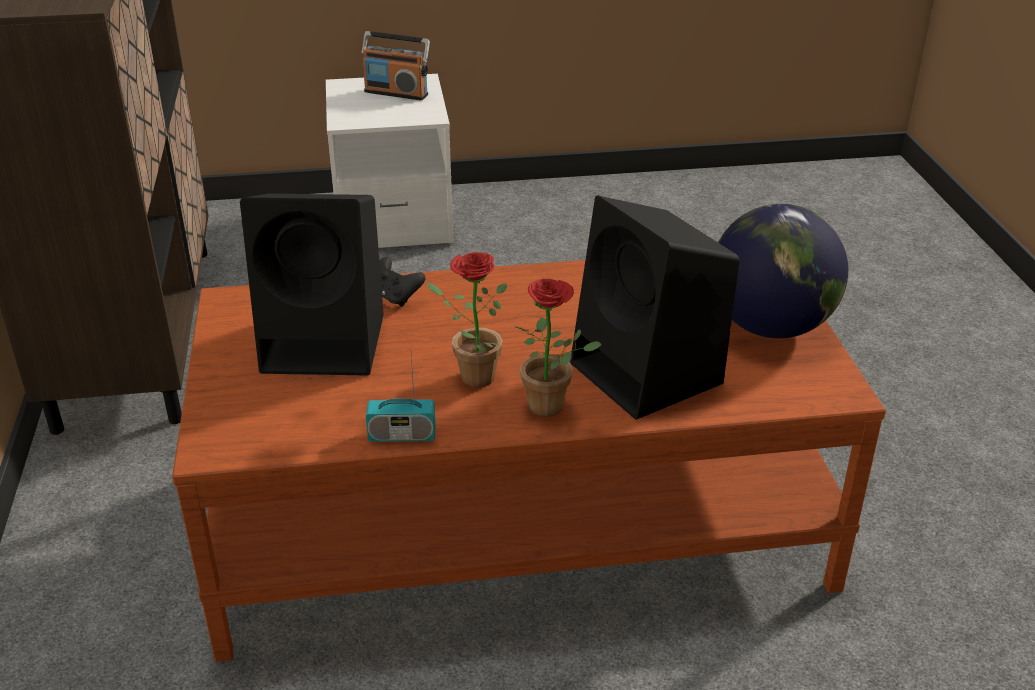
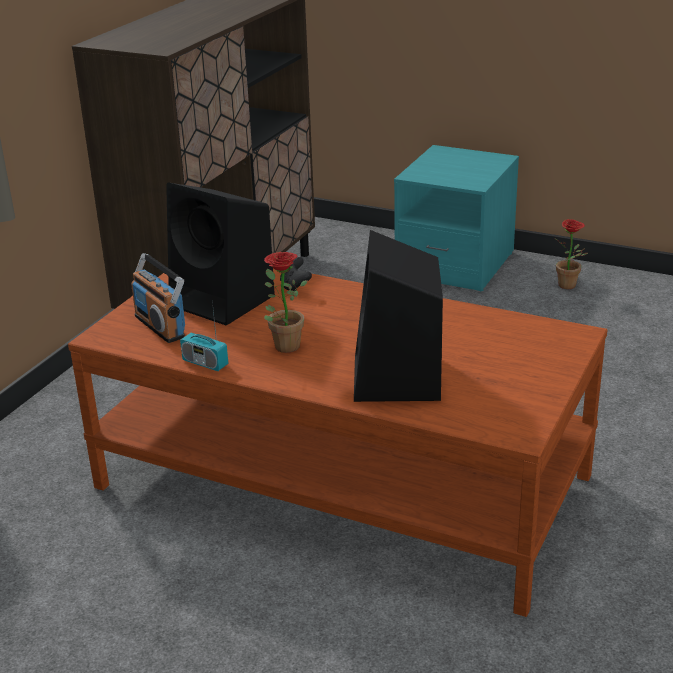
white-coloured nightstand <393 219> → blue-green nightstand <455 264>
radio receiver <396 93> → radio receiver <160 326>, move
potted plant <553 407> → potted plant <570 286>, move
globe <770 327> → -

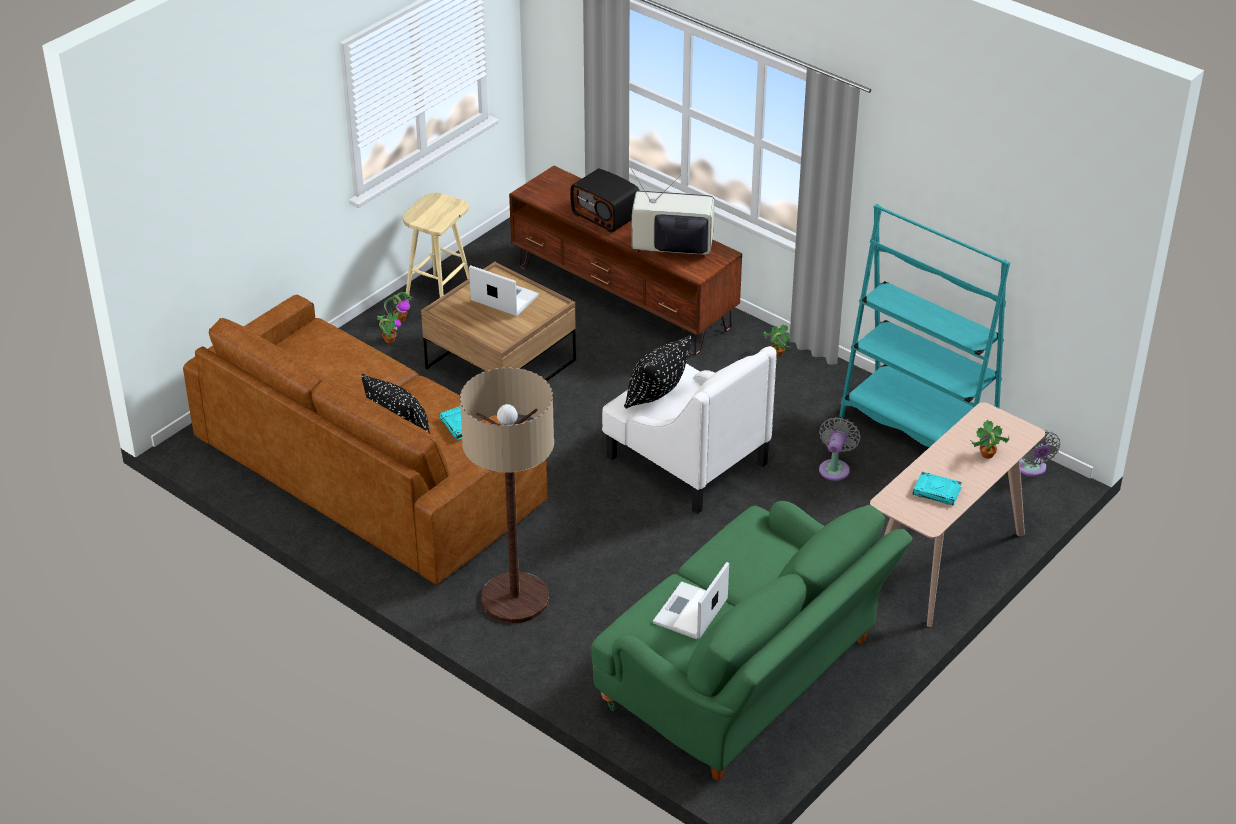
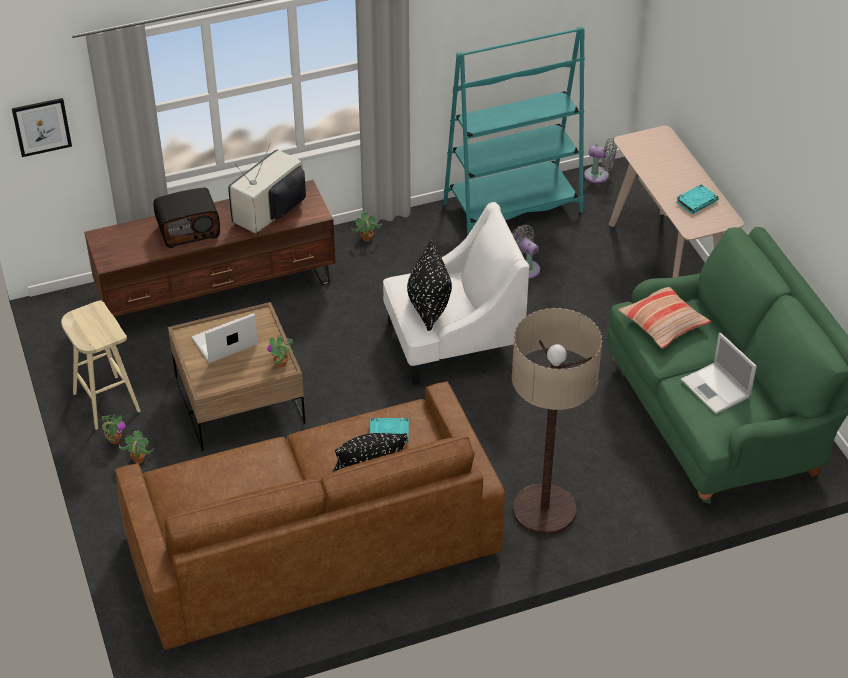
potted plant <987 455> → potted plant <281 363>, move
- → picture <42 126>
- → cushion <663 323>

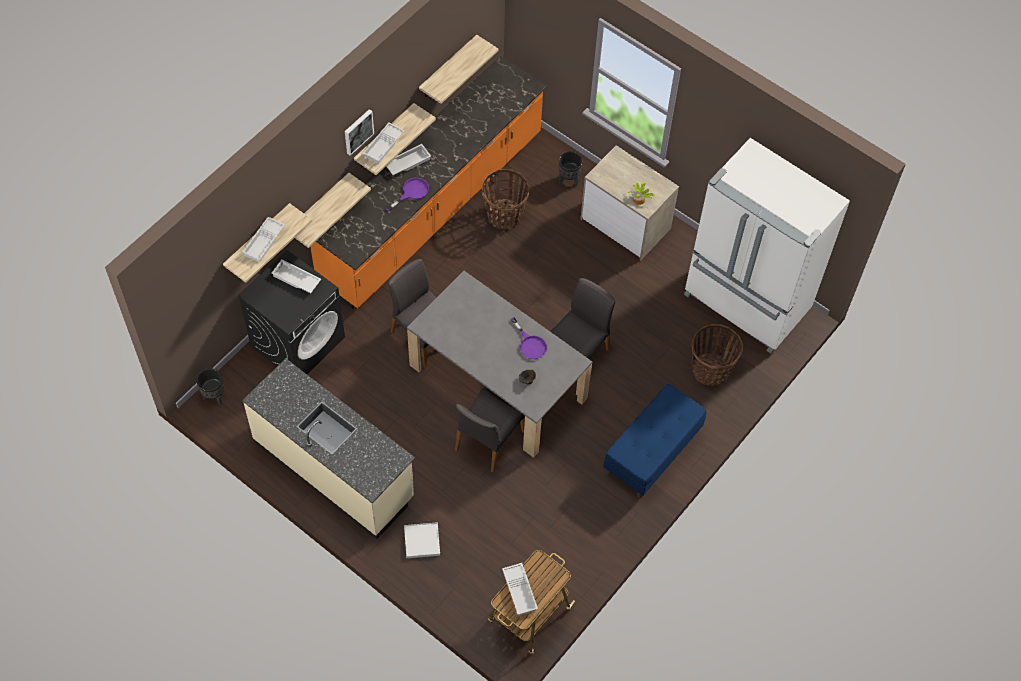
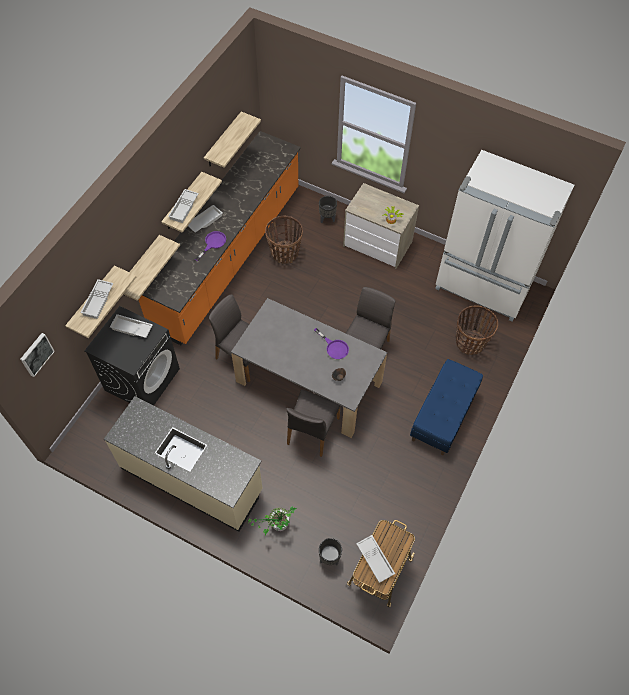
black-coloured plant pot <214 396> → black-coloured plant pot <329 558>, move
picture <358 131> → picture <36 354>, move
white-coloured carrying tray <422 541> → potted plant <276 526>

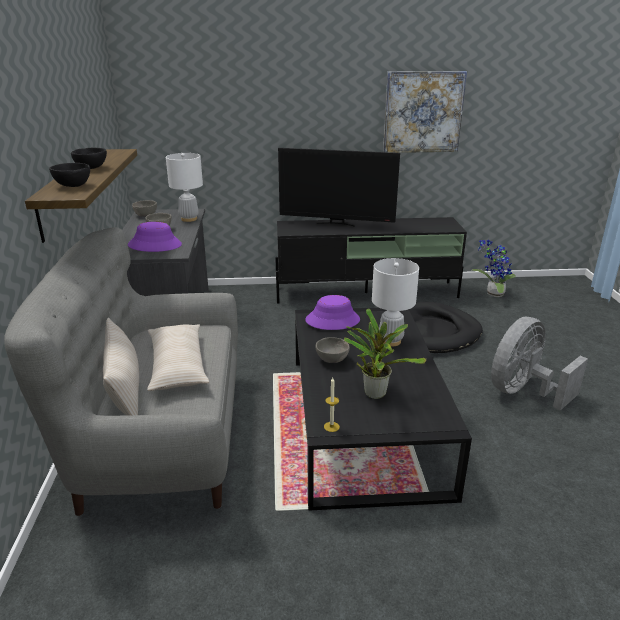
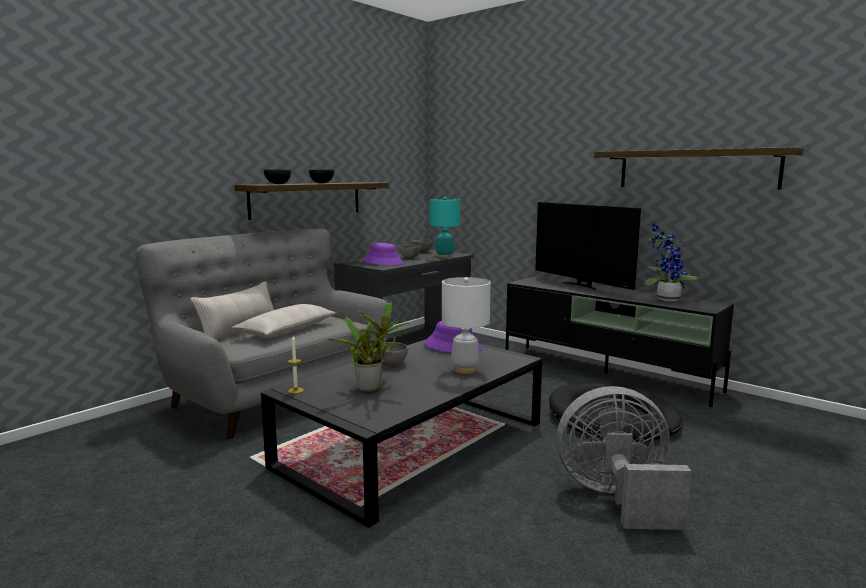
white-coloured tabletop lamp <189 219> → blue-green tabletop lamp <444 256>
picture <423 112> → bracket shelf <696 169>
potted plant <492 294> → potted plant <665 299>, move

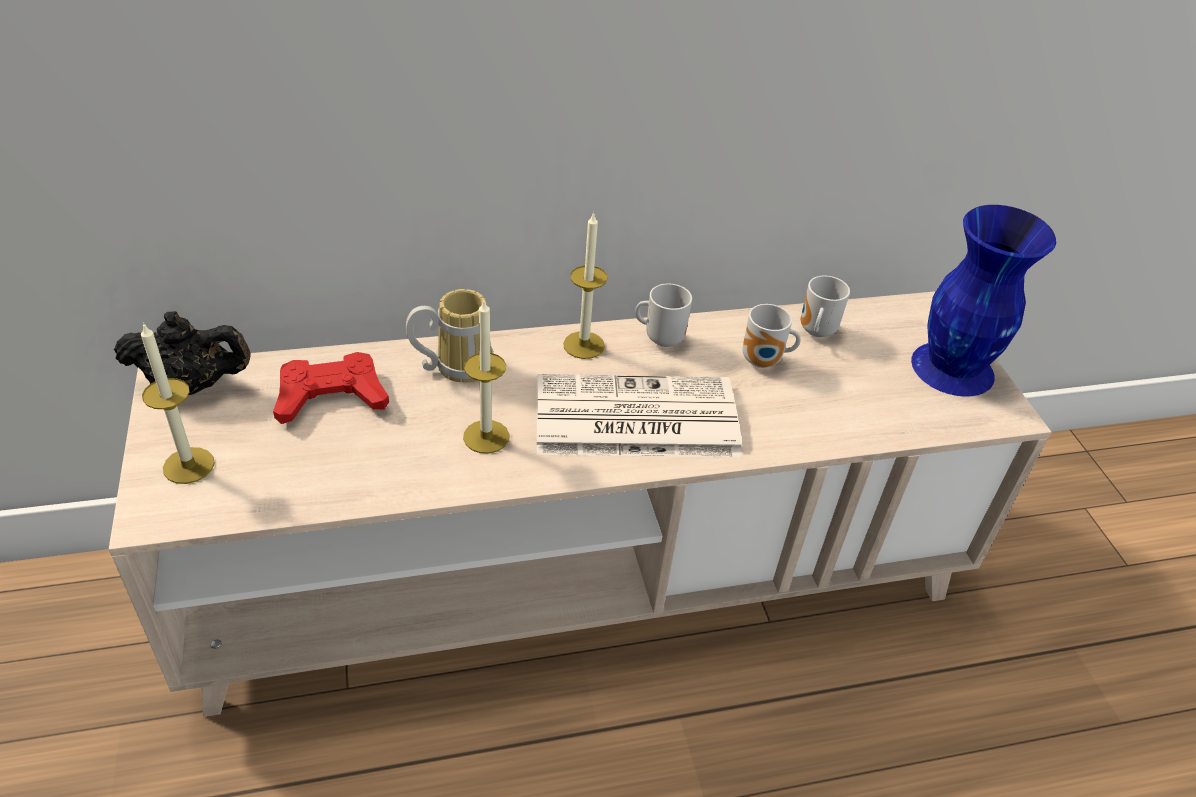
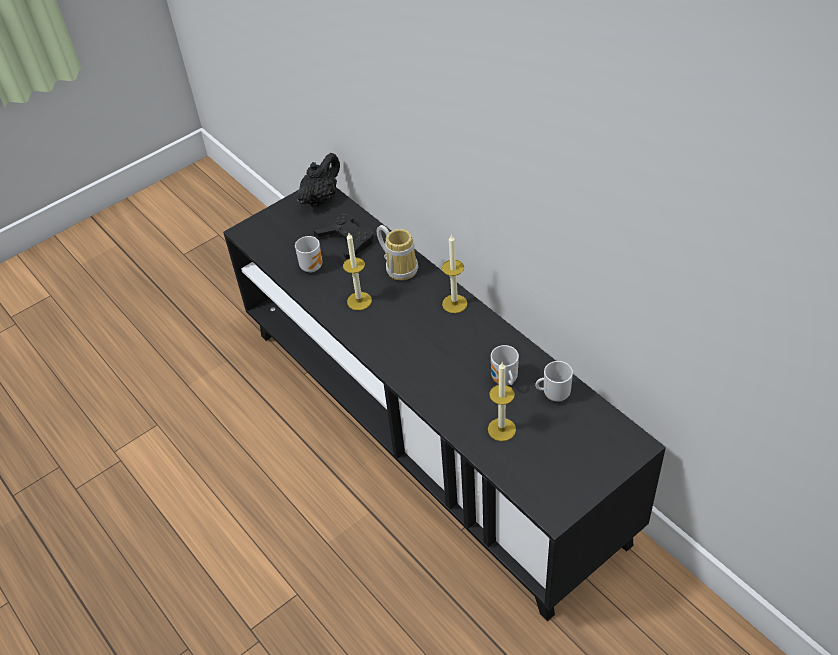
sand-coloured tv stand <582 578> → black-coloured tv stand <428 430>
black-coloured teapot <193 385> → black-coloured teapot <321 198>, 120 degrees counterclockwise
wax light <188 465> → wax light <501 429>, move
red joypad <331 396> → black-coloured joypad <346 240>
printed paper <633 419> → -
mug <661 338> → mug <312 266>, move
bluish vase <954 369> → -

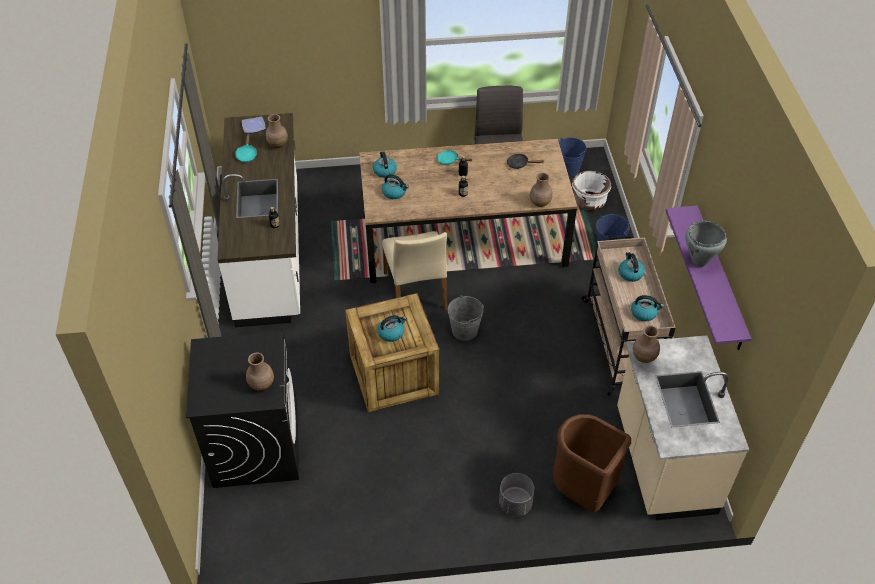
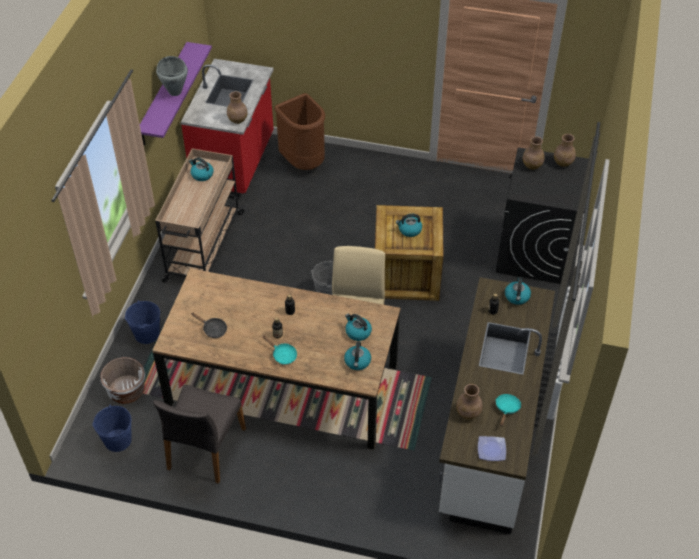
greyish plant pot <515 504> → -
brownish vase <539 203> → brownish vase <563 163>, move
sand-coloured kitchen counter <663 461> → red kitchen counter <235 164>
kettle <630 273> → kettle <517 297>, move

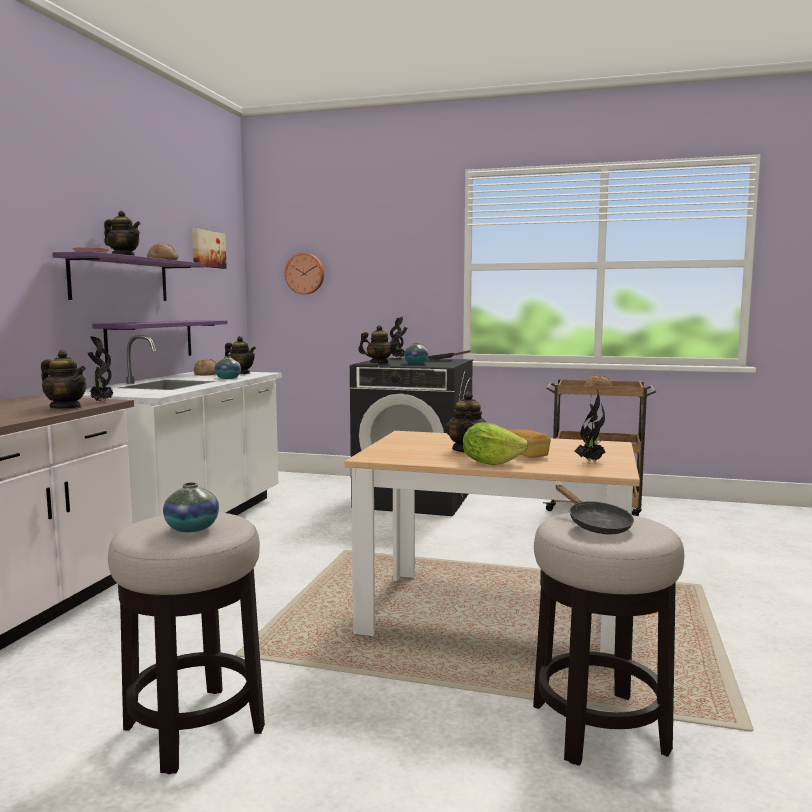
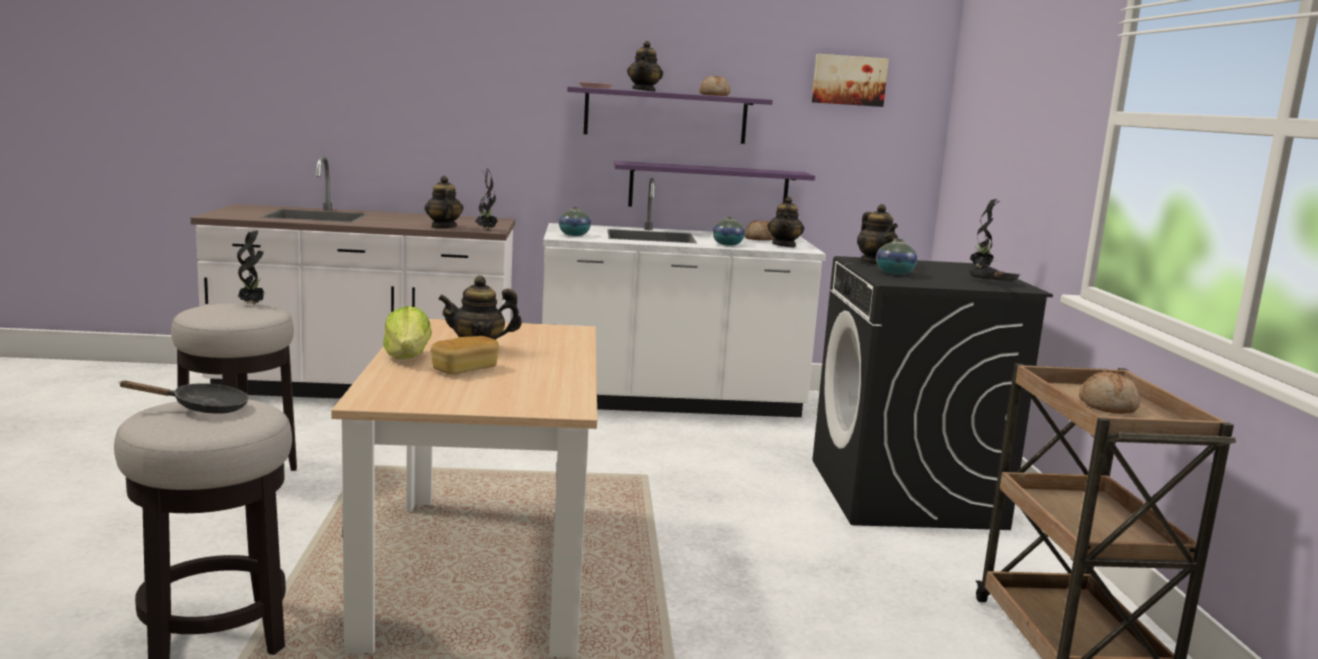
teapot <66 408> → teapot <443 227>, 150 degrees clockwise
vase <192 529> → vase <574 235>, move
hanging clock <305 273> → -
black-coloured skillet <595 524> → black-coloured skillet <202 408>, 150 degrees counterclockwise
potted plant <591 461> → potted plant <252 304>, move

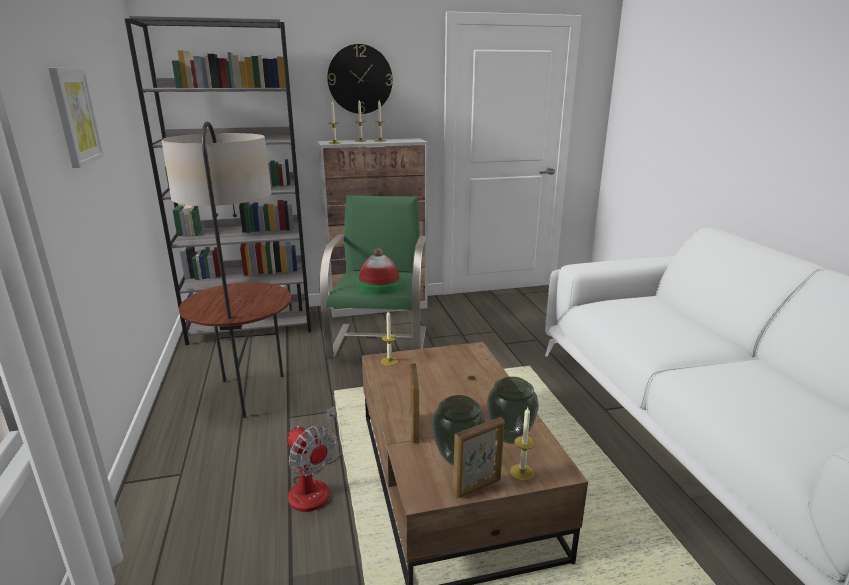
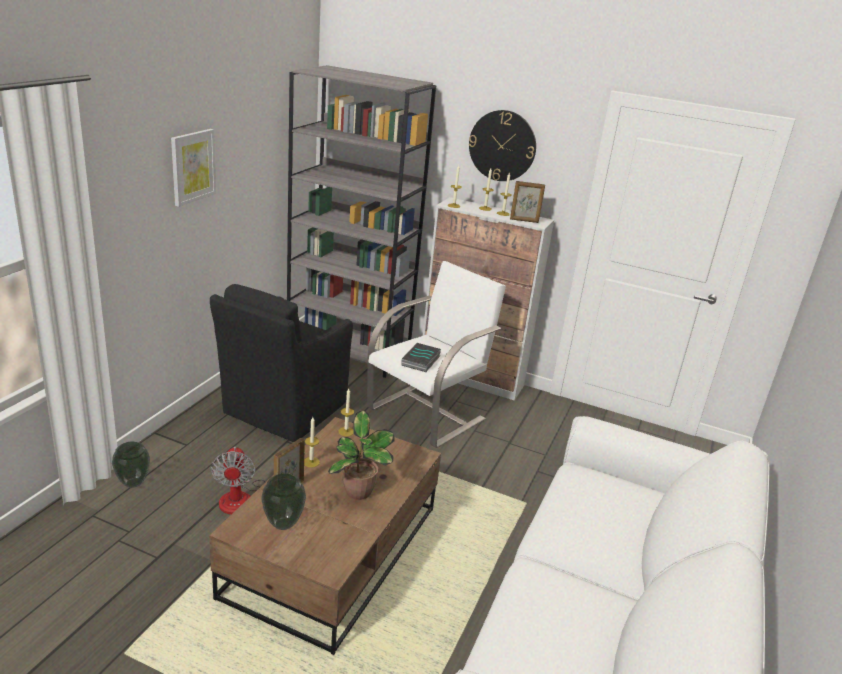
floor lamp <249 394> → black-coloured easy chair <283 410>
greenish easy chair <379 342> → white-coloured easy chair <427 413>
wearable hat <379 285> → book <421 361>
photo frame <477 487> → photo frame <524 220>, move
vase <510 437> → vase <134 483>, move
wax light <522 472> → wax light <311 462>, move
- → potted plant <359 493>

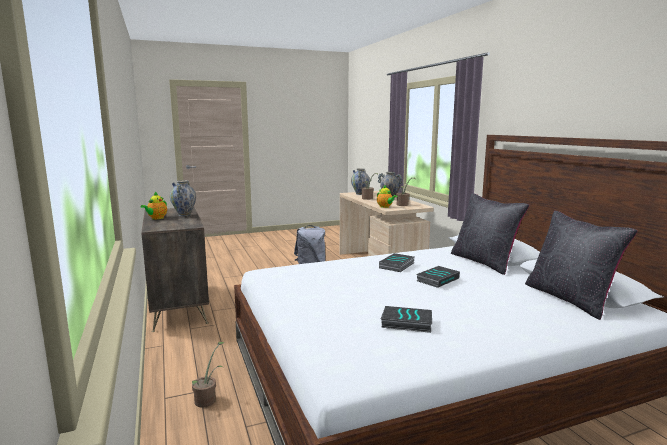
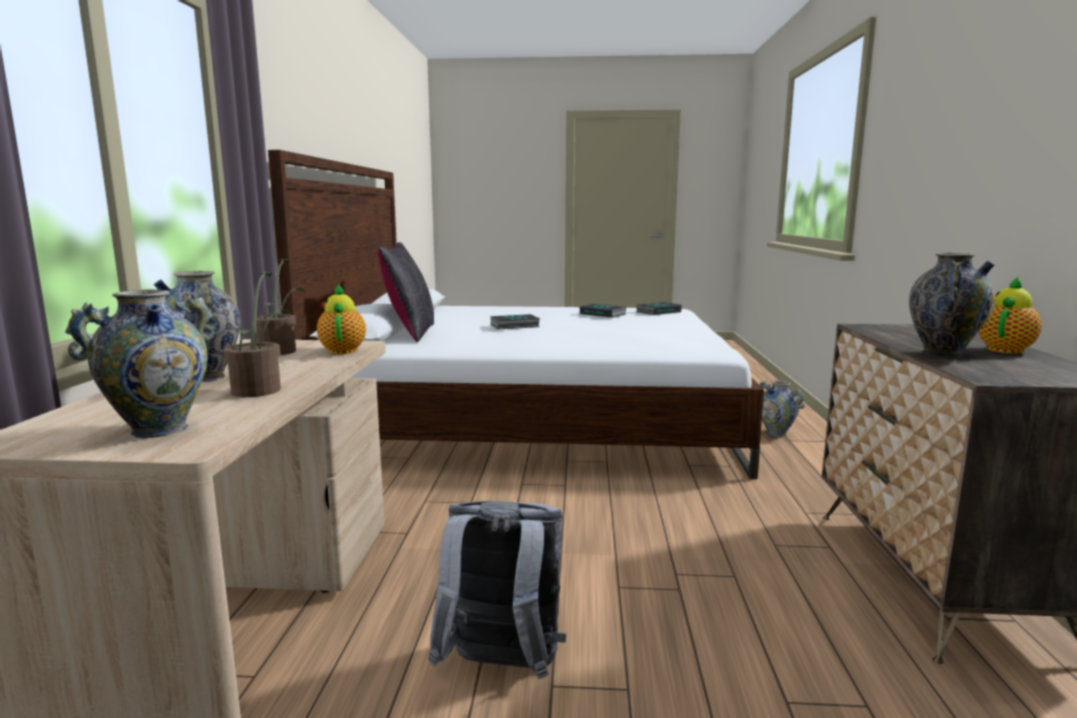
potted plant <208 399> → vase <776 433>
book <397 265> → book <658 312>, move
black-coloured cushion <570 299> → -

